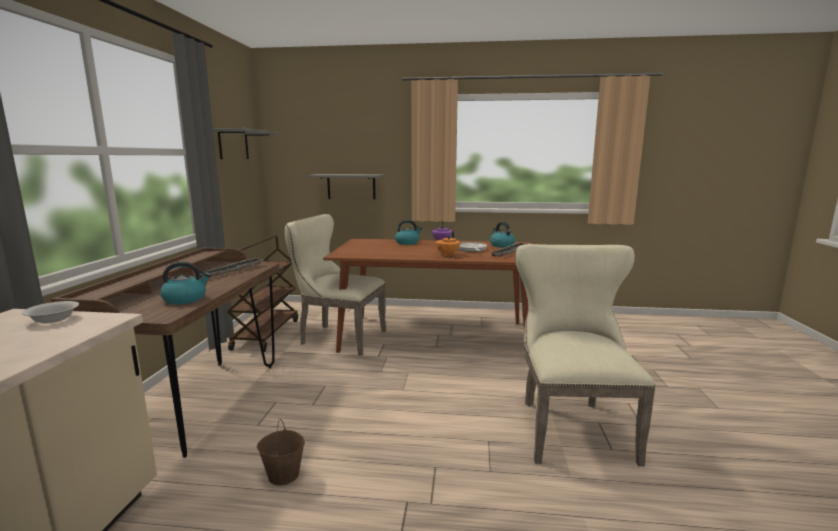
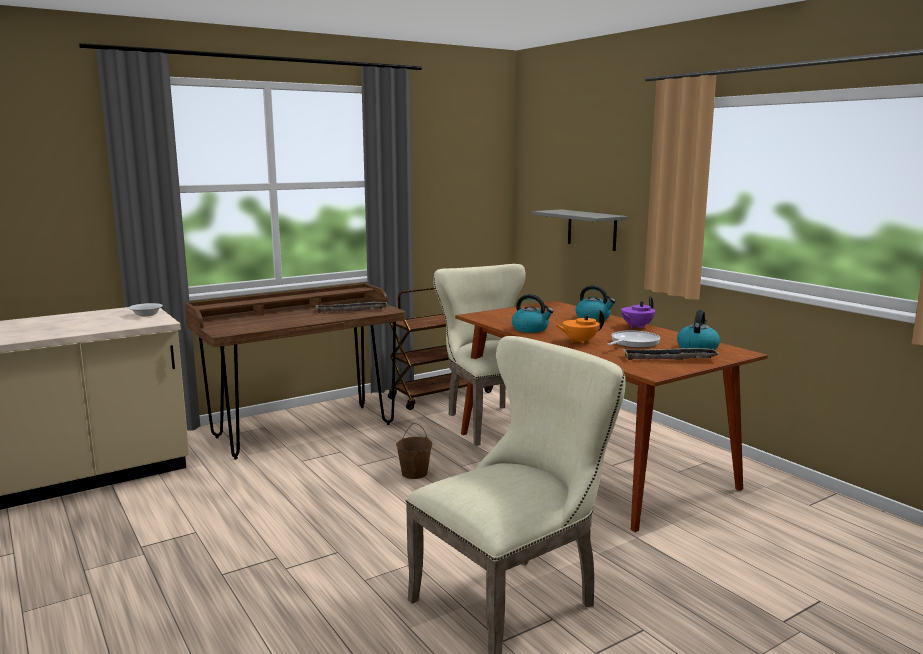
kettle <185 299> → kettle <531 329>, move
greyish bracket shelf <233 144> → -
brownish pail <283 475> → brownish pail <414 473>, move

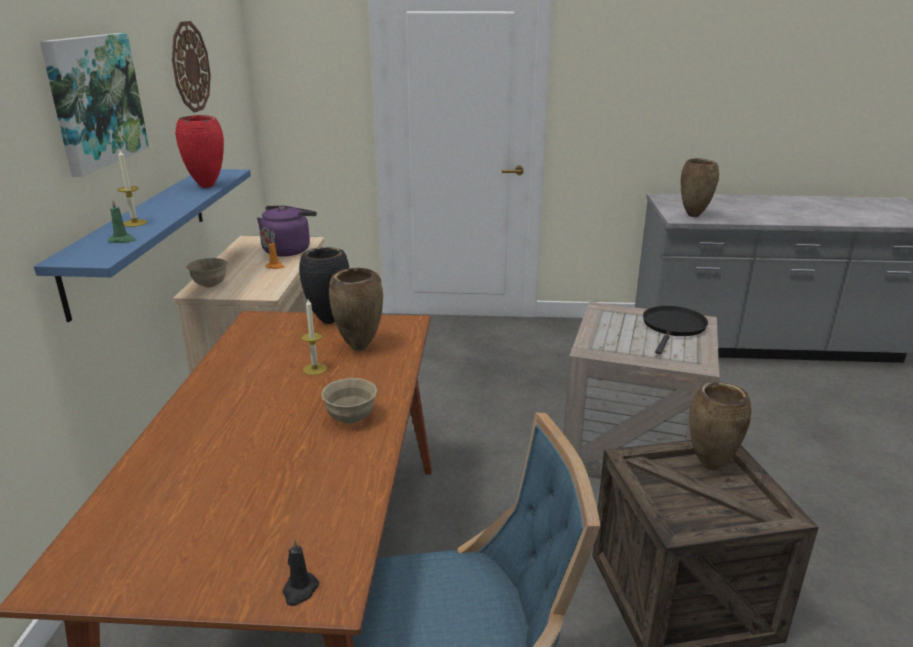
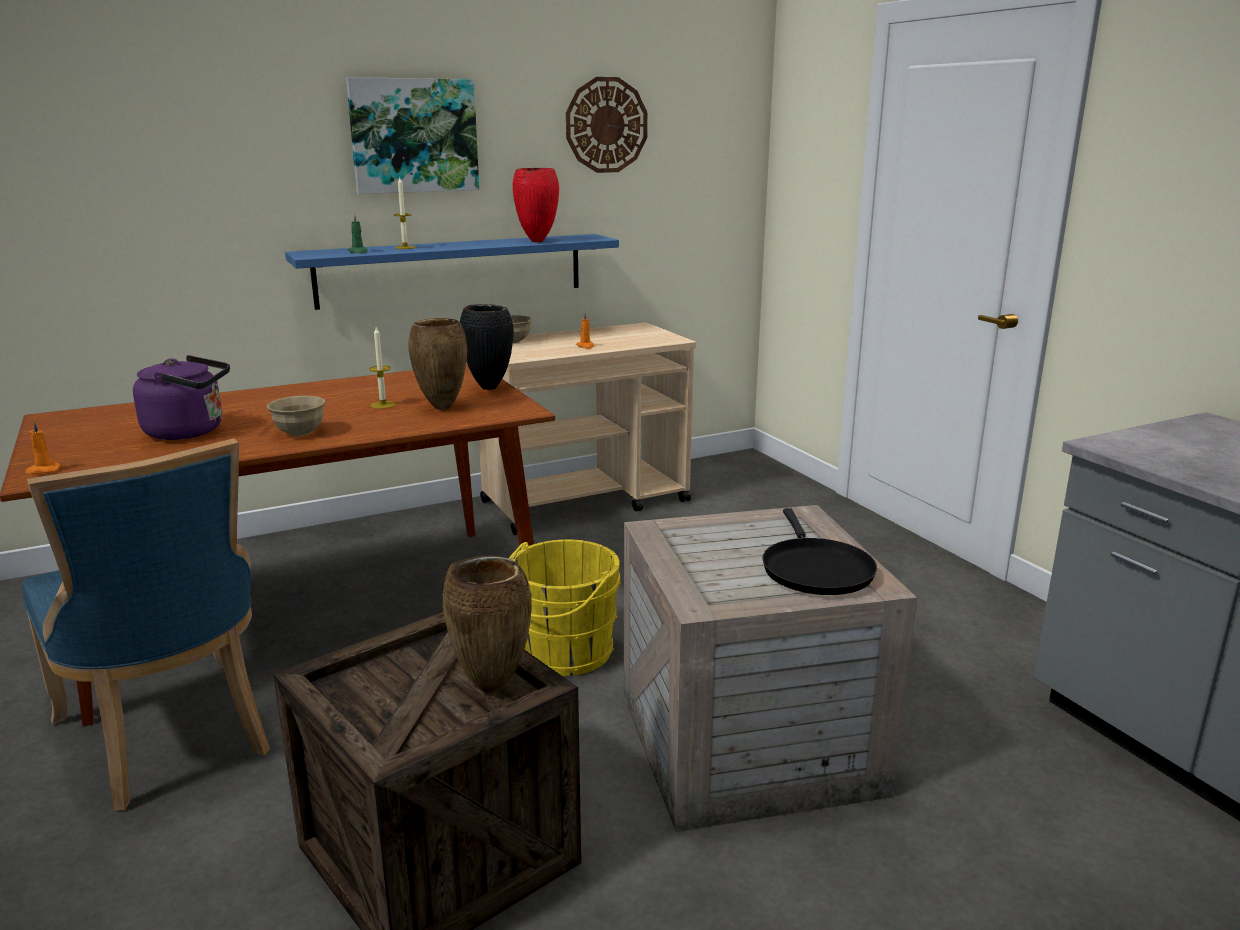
purplish kettle <288 250> → purplish kettle <190 431>, move
black-coloured wax light <299 590> → orangey wax light <43 470>
black-coloured skillet <673 327> → black-coloured skillet <814 569>, 90 degrees clockwise
brownish vase <694 216> → -
- → yellow pail <561 654>

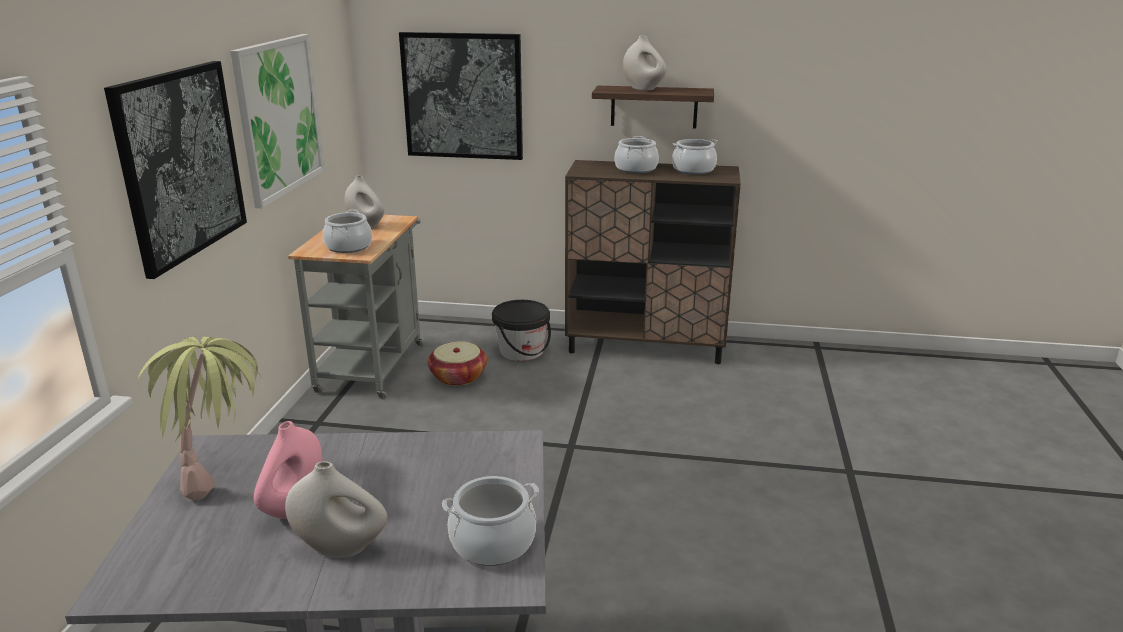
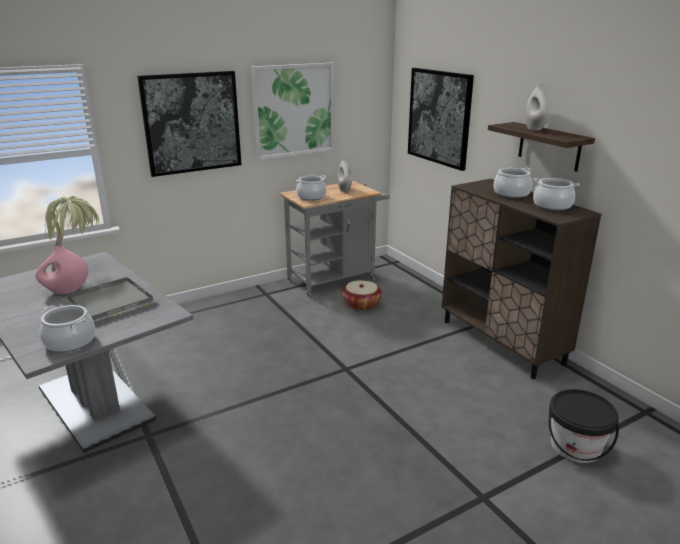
white-coloured vase <341 548> → -
black-coloured pail <521 351> → black-coloured pail <575 446>, move
- → greyish carrying tray <112 302>

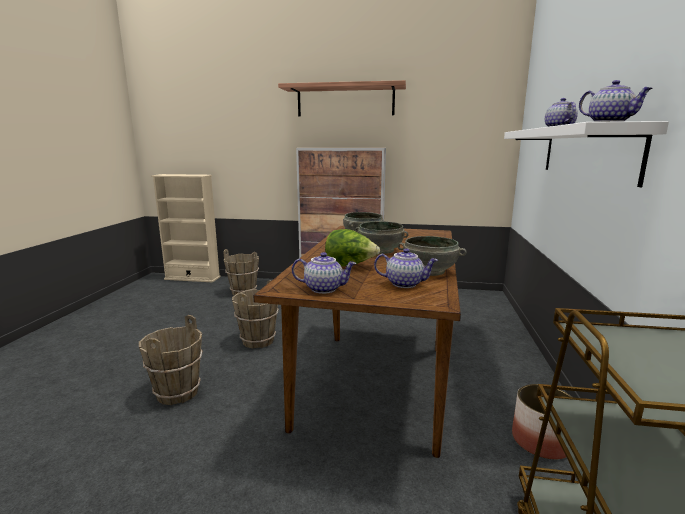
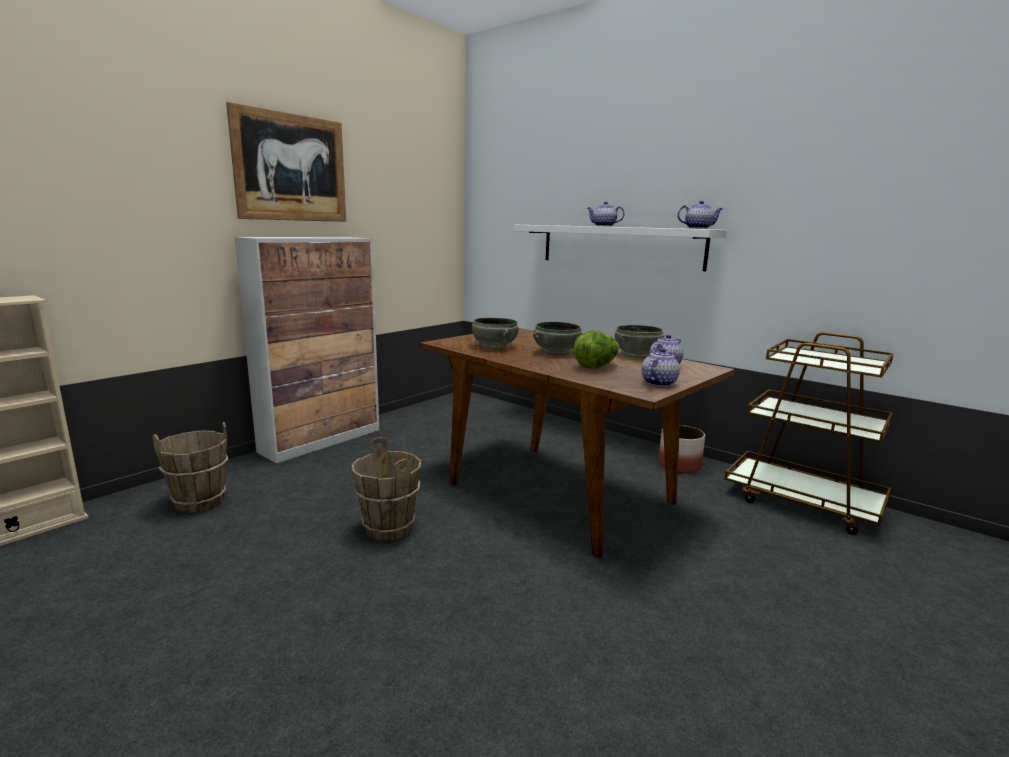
brownish pail <177 393> → -
bracket shelf <345 101> → picture <291 168>

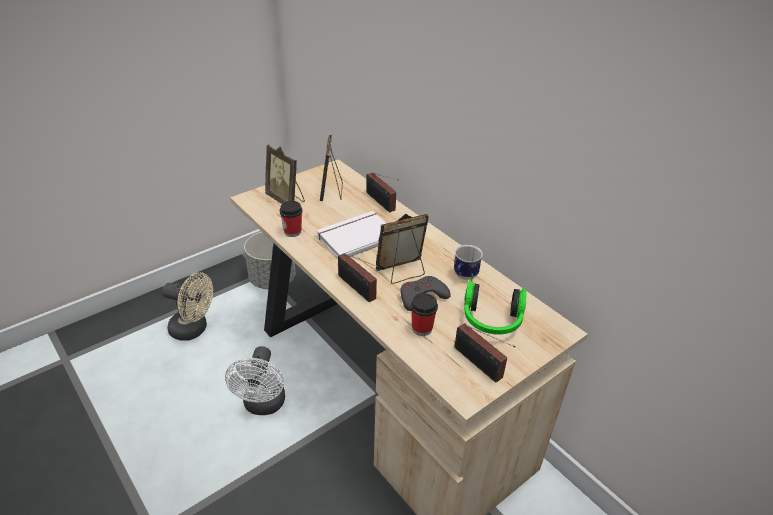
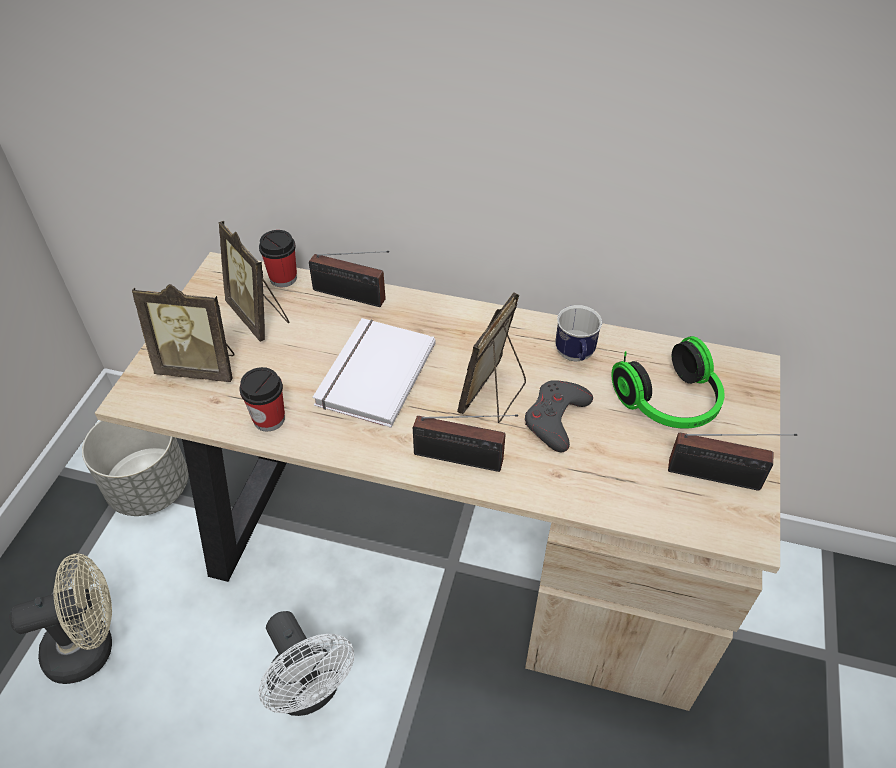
small cup <422 328> → small cup <283 278>, move

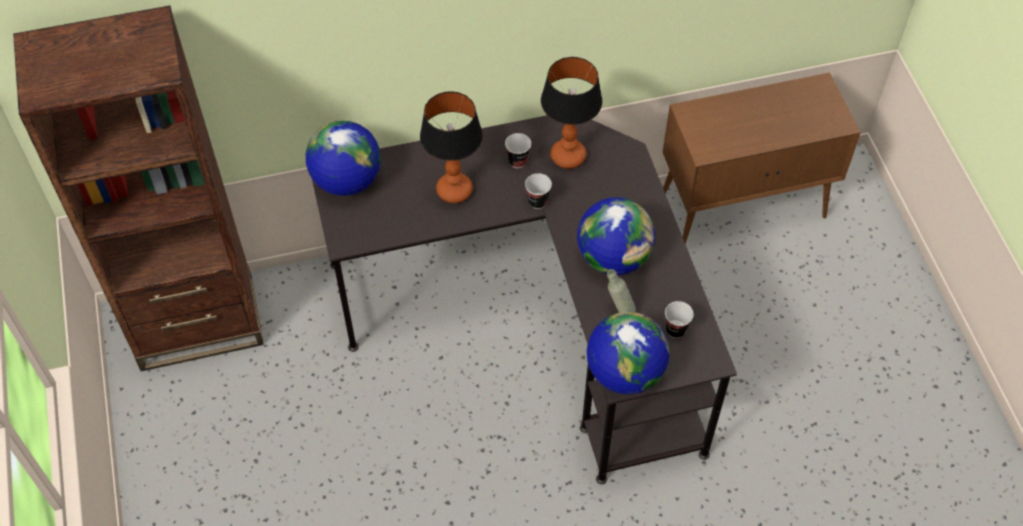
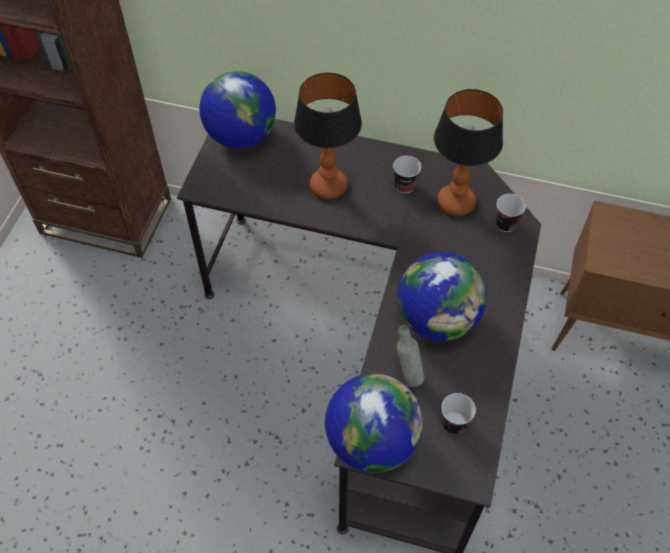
small cup <537 201> → small cup <505 224>, move

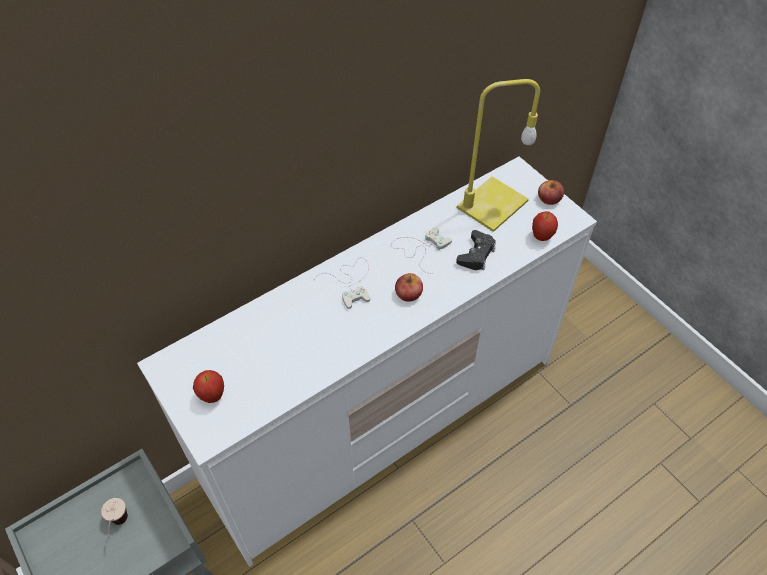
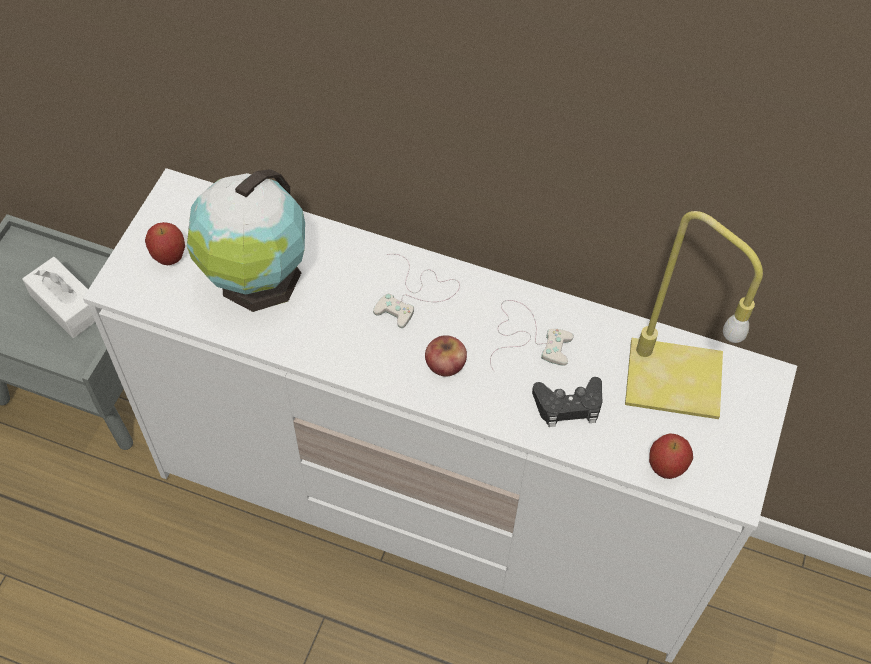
small cup <120 526> → white-coloured tissue box <67 305>
apple <549 198> → -
- → globe <257 281>

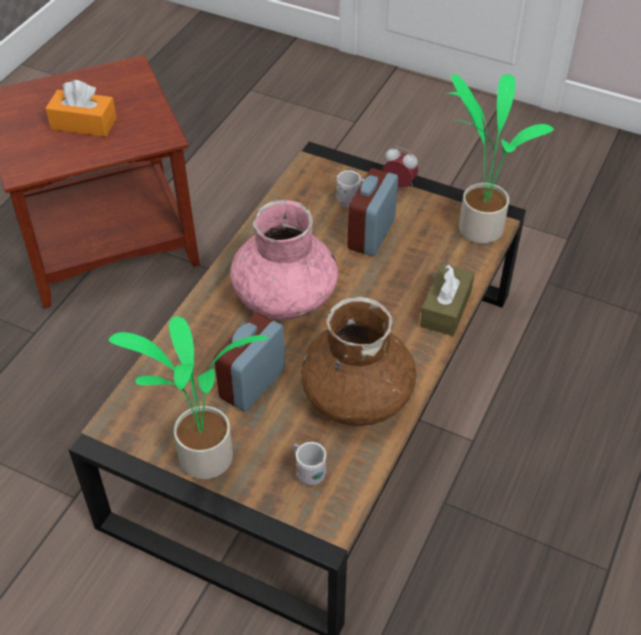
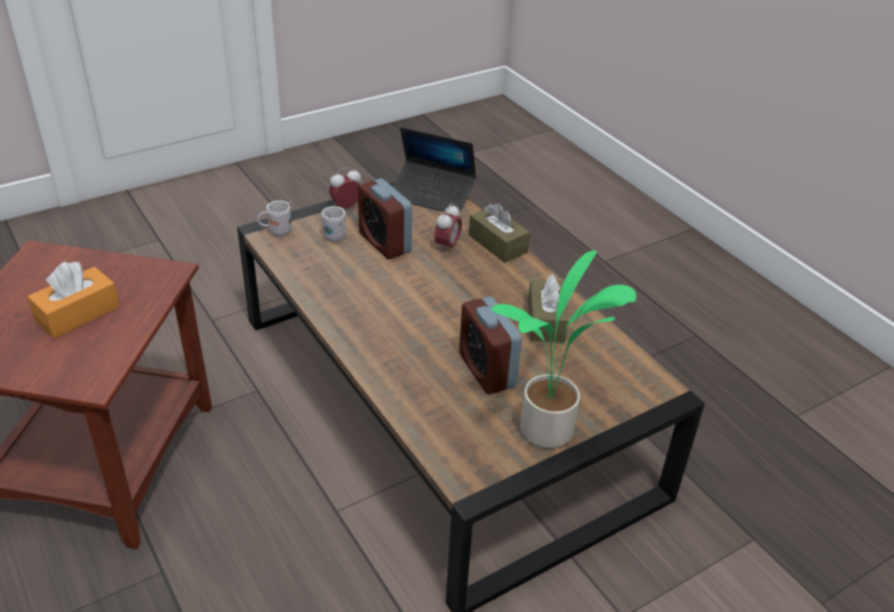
pinkish vase <285 297> → -
white-coloured mug <308 472> → white-coloured mug <276 232>, move
brownish vase <357 395> → brownish tissue box <545 321>
potted plant <478 228> → laptop <432 195>
- → table clock <447 246>

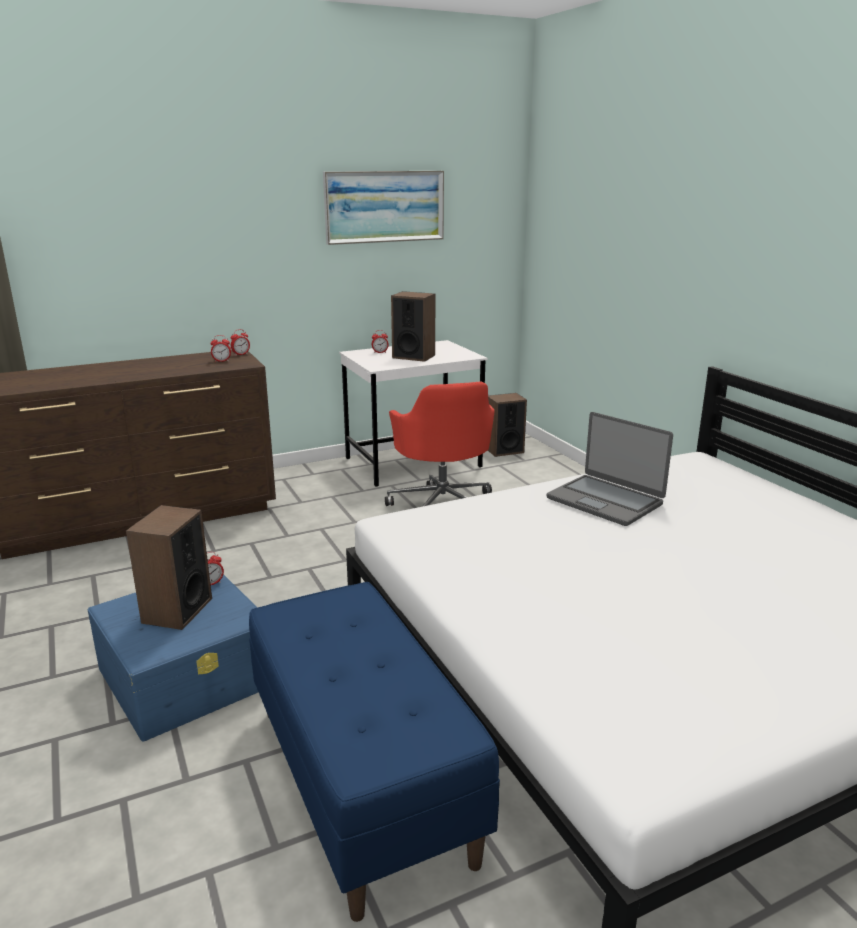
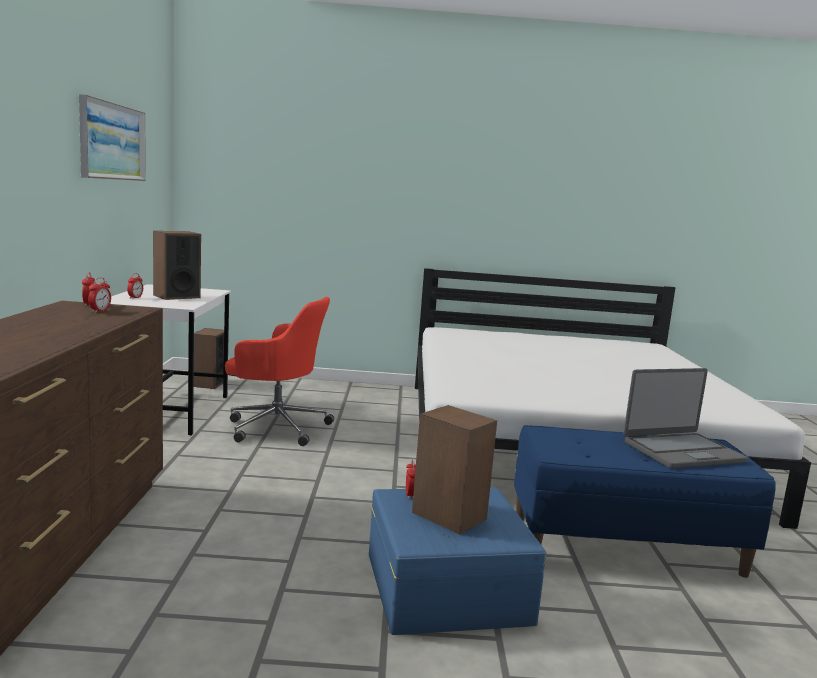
laptop <605 501> → laptop <682 451>, move

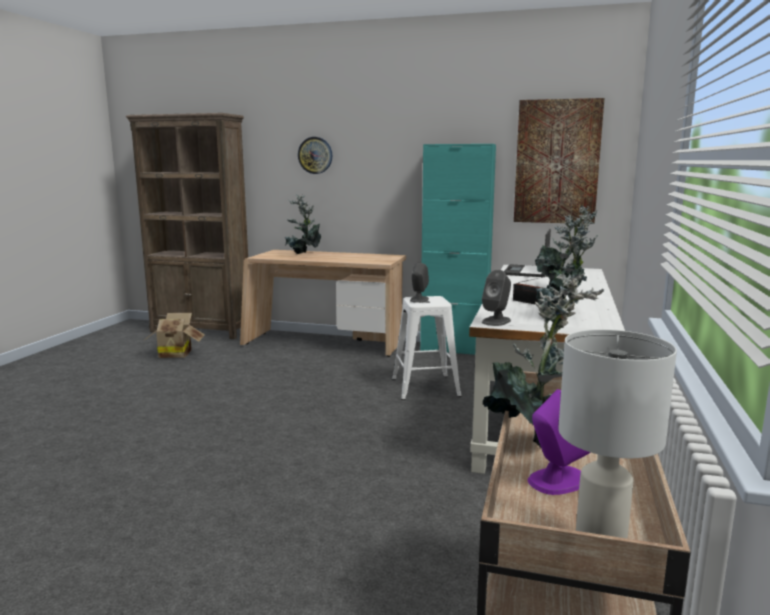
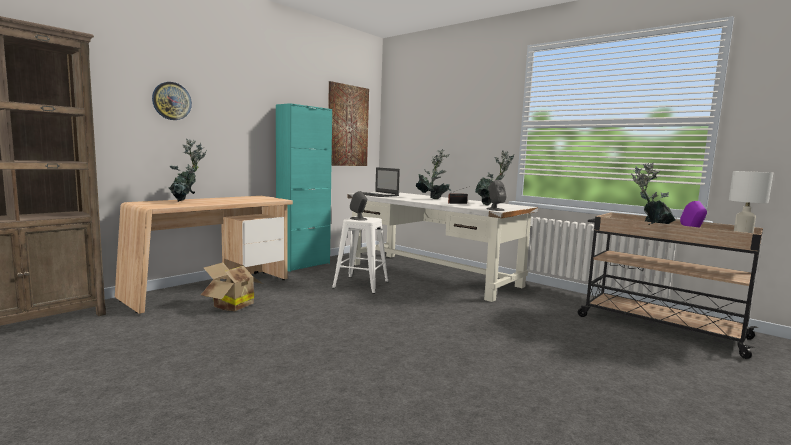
carton <175 354> → carton <230 306>, move

